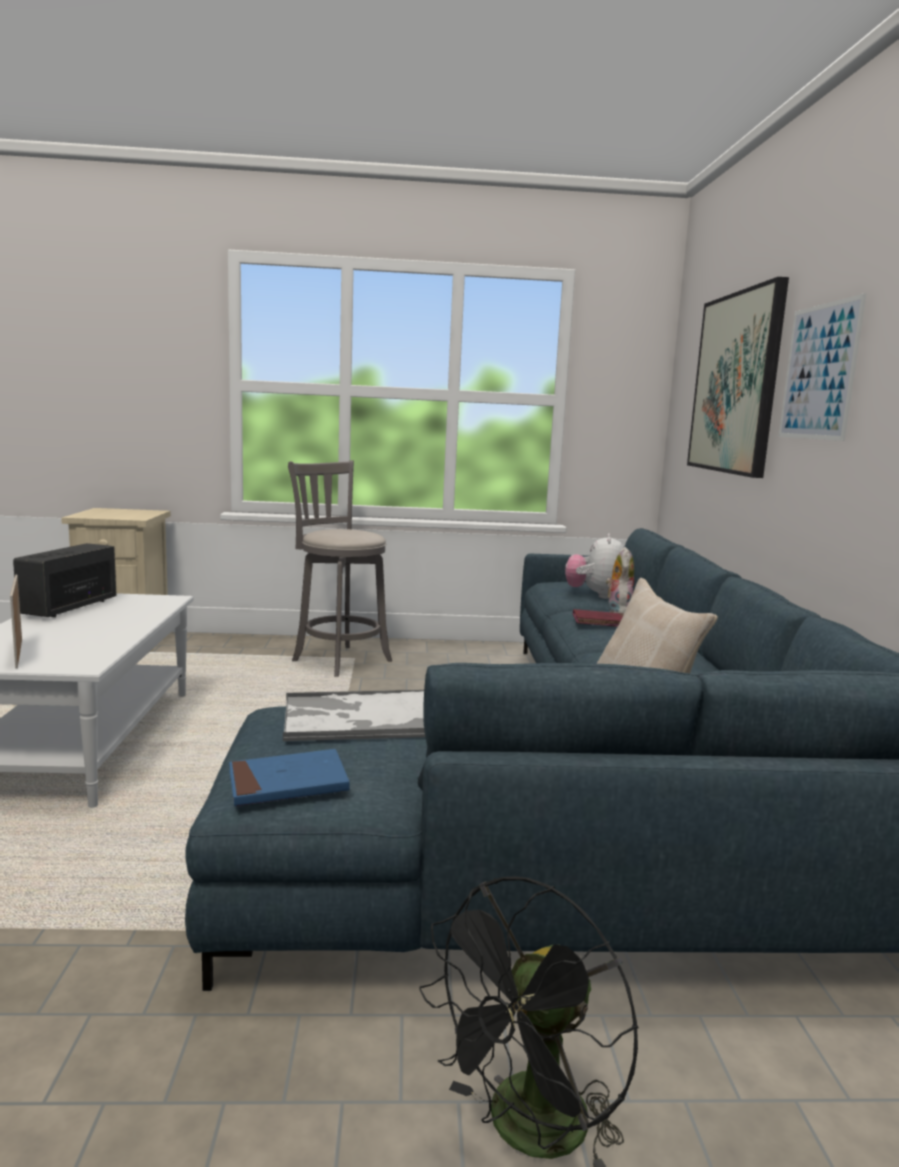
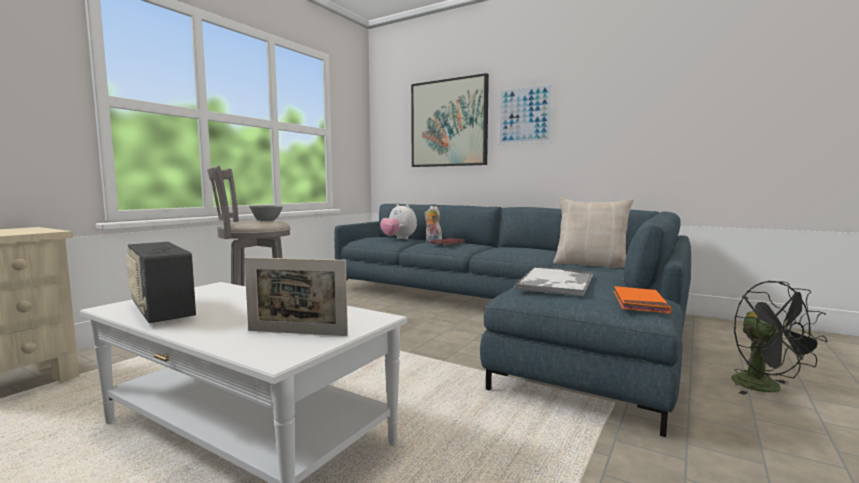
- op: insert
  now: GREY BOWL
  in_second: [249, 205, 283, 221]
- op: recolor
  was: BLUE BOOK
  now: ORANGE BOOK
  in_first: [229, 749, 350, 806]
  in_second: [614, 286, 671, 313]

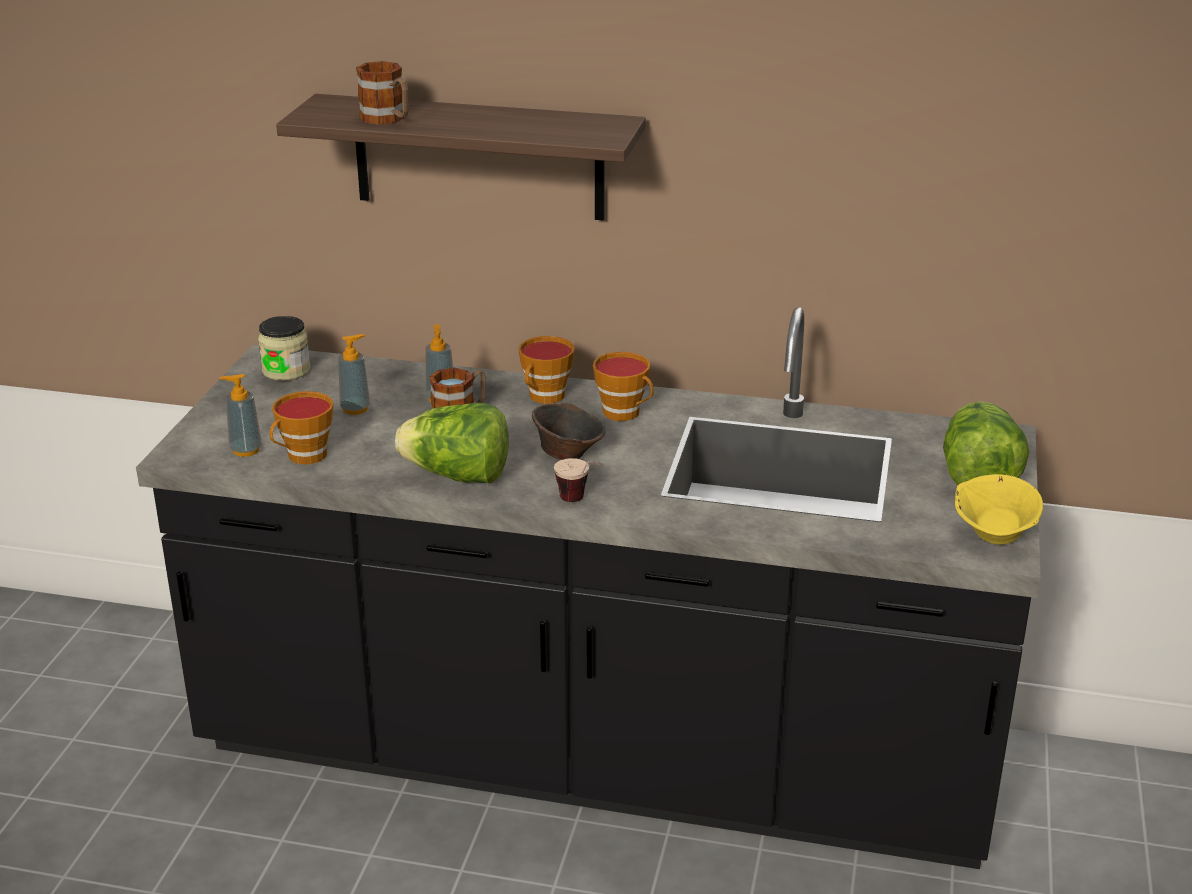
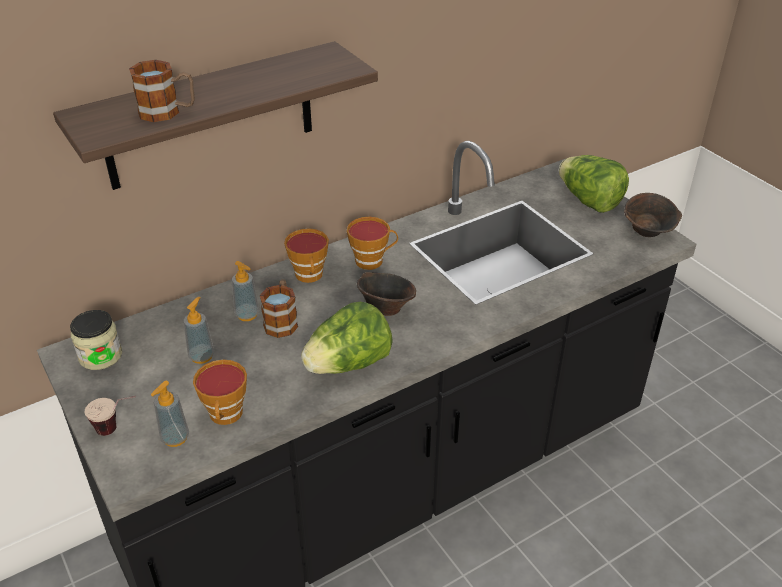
- op: move
  was: CUP
  in_first: [554, 458, 603, 502]
  in_second: [84, 396, 136, 436]
- op: recolor
  was: YELLOW BOWL
  now: BROWN BOWL
  in_first: [955, 474, 1043, 545]
  in_second: [624, 193, 682, 237]

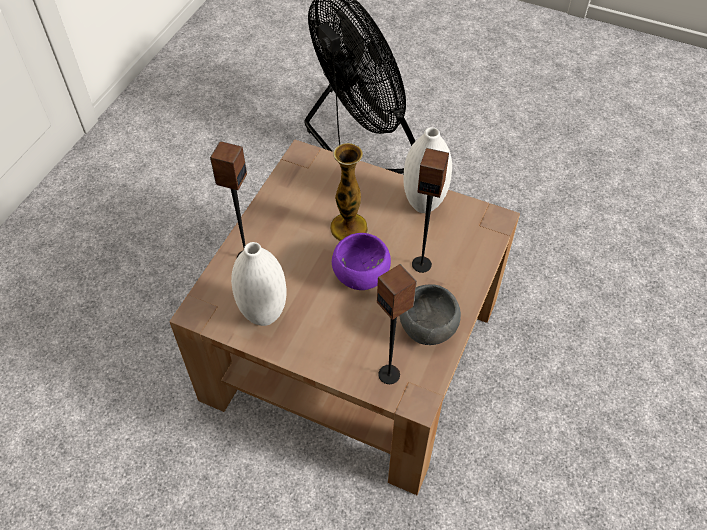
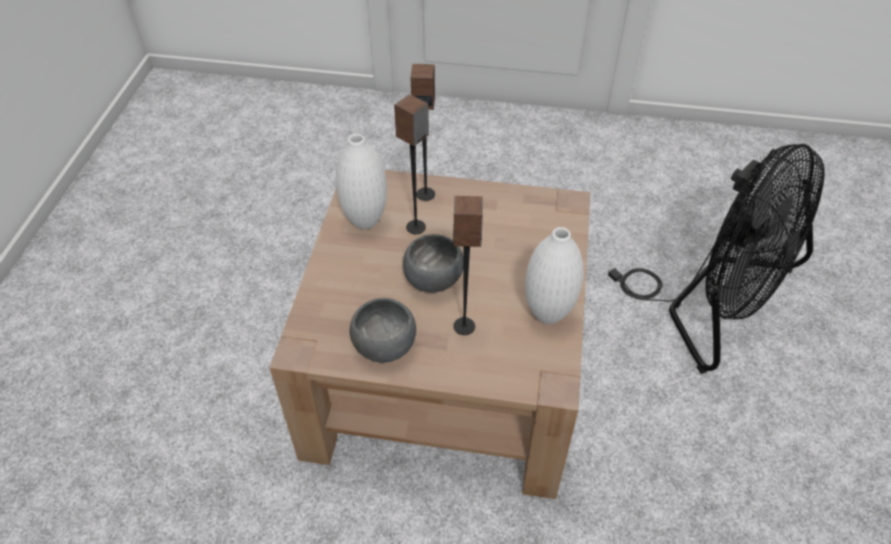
- op: move
  was: SPEAKER
  in_first: [377, 264, 417, 384]
  in_second: [394, 94, 429, 234]
- op: recolor
  was: PURPLE BOWL
  now: GREY BOWL
  in_first: [332, 233, 391, 290]
  in_second: [403, 234, 463, 292]
- op: delete
  was: VASE
  in_first: [330, 143, 368, 241]

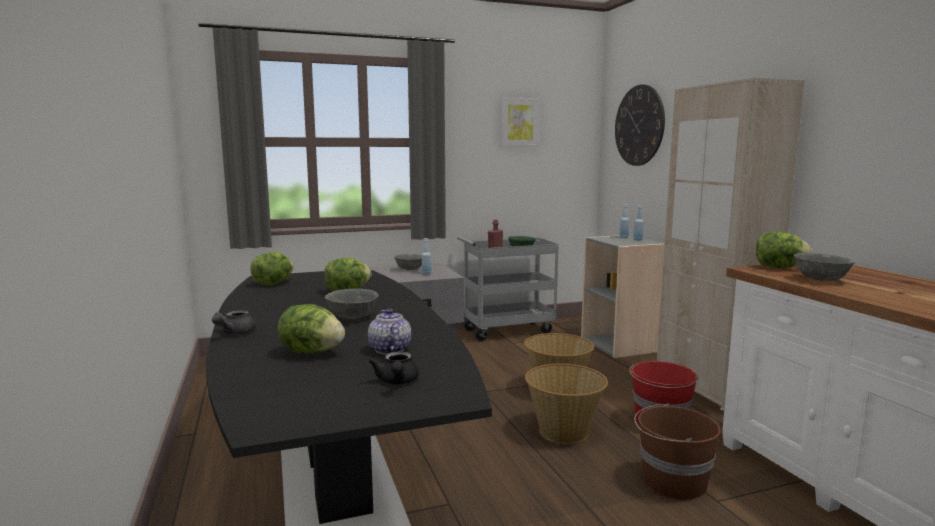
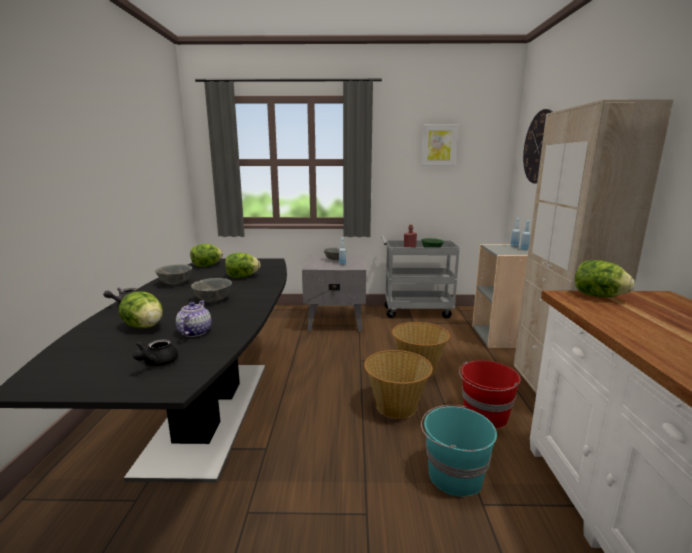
- op: move
  was: GREY BOWL
  in_first: [794, 253, 855, 281]
  in_second: [155, 264, 192, 285]
- op: recolor
  was: BROWN BUCKET
  now: TURQUOISE BUCKET
  in_first: [634, 403, 721, 500]
  in_second: [421, 405, 497, 497]

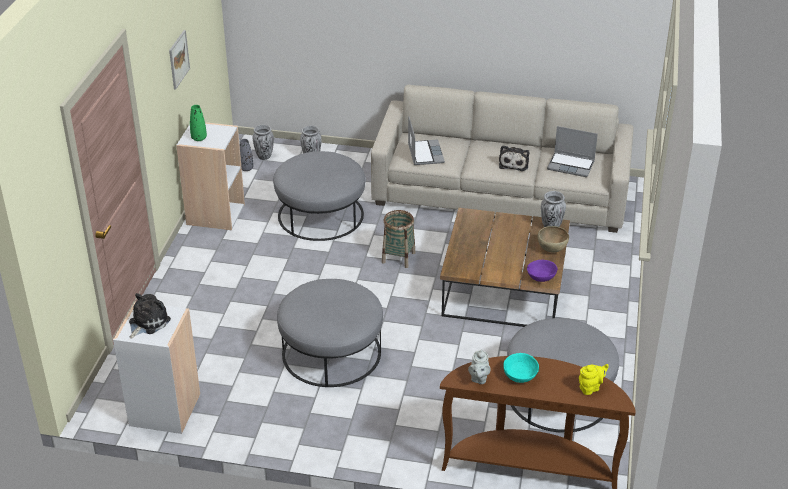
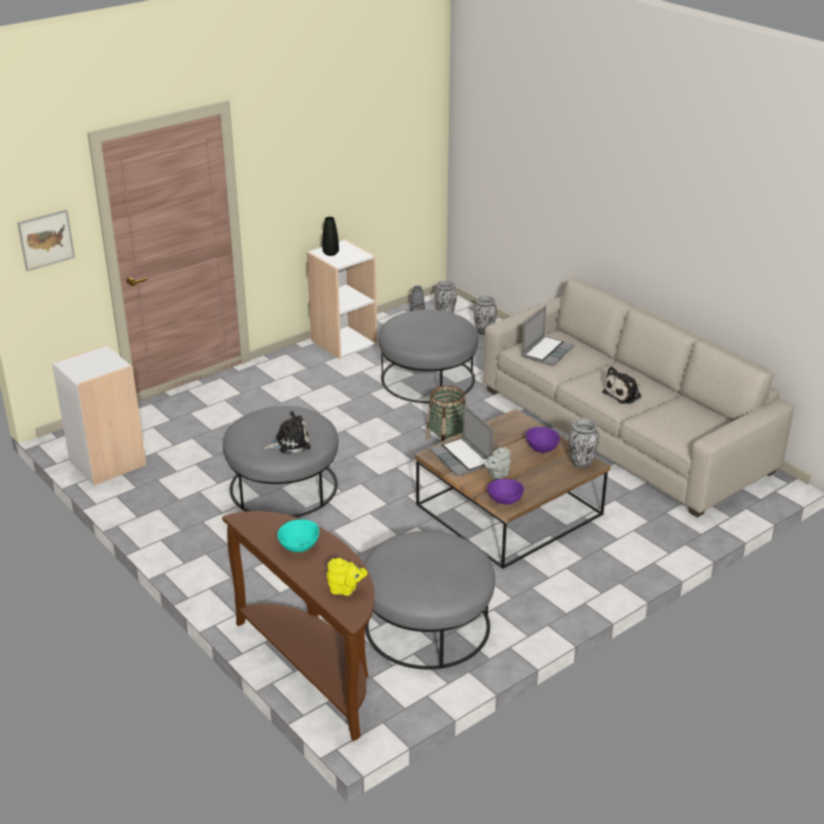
- op: move
  was: PICTURE
  in_first: [169, 30, 190, 89]
  in_second: [17, 210, 75, 271]
- op: move
  was: PLUSH TOY
  in_first: [129, 293, 171, 339]
  in_second: [263, 411, 311, 453]
- op: recolor
  was: GREEN VASE
  now: BLACK VASE
  in_first: [190, 105, 207, 141]
  in_second: [322, 217, 339, 256]
- op: move
  was: LAPTOP
  in_first: [547, 126, 598, 177]
  in_second: [430, 405, 493, 477]
- op: move
  was: GREY TEAPOT
  in_first: [468, 349, 491, 384]
  in_second: [484, 446, 511, 480]
- op: insert
  now: PURPLE BOWL
  in_second: [526, 427, 560, 453]
- op: delete
  was: BROWN BOWL
  in_first: [538, 226, 569, 253]

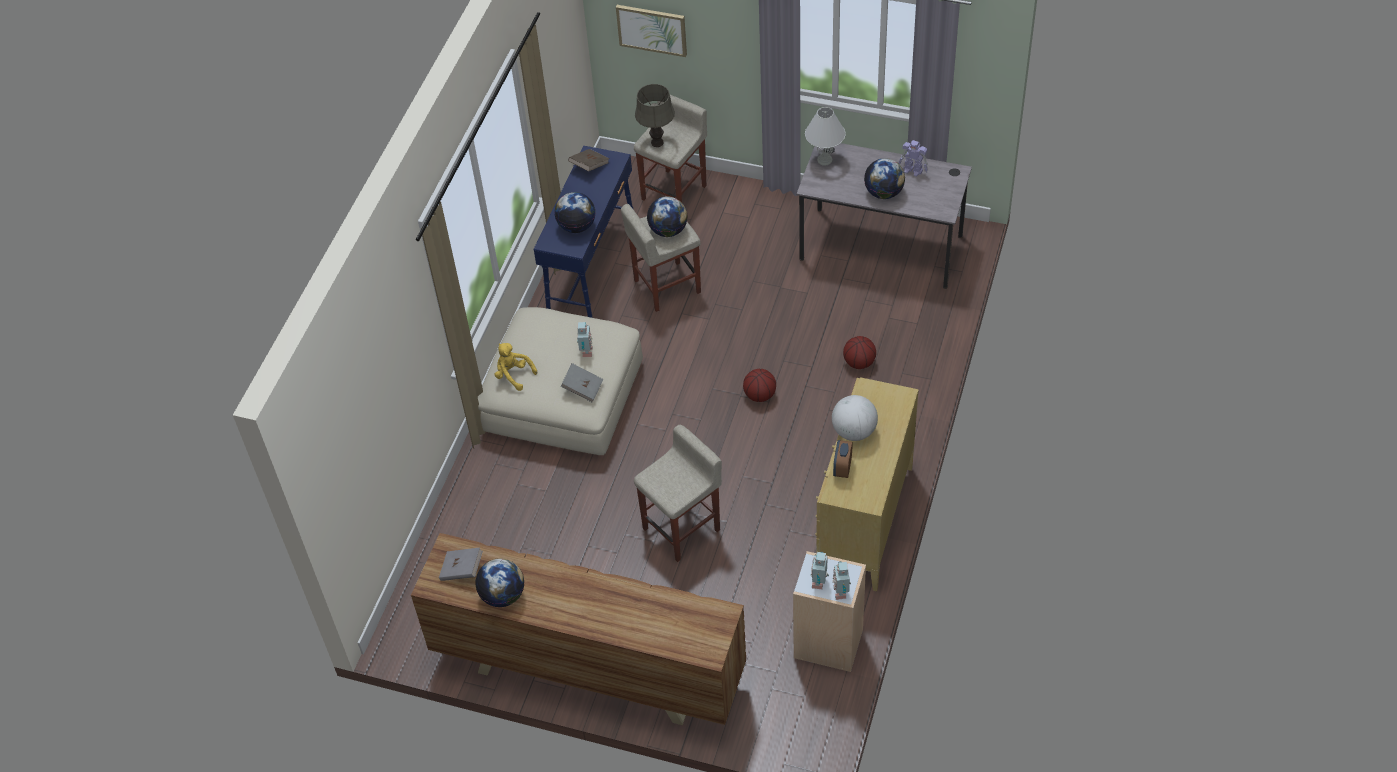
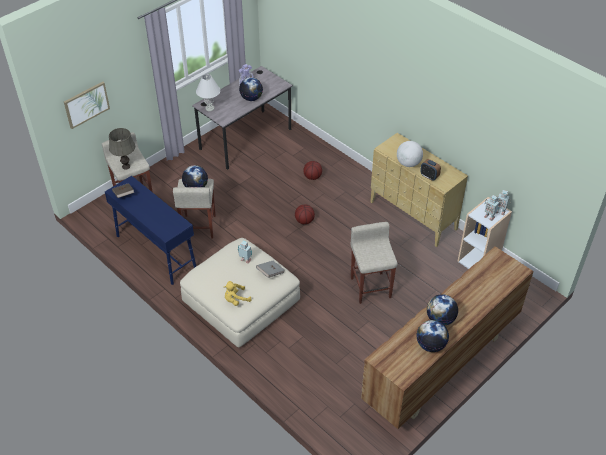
- op: move
  was: GLOBE
  in_first: [554, 192, 595, 233]
  in_second: [427, 294, 458, 326]
- op: delete
  was: GREY BOOK
  in_first: [439, 548, 483, 581]

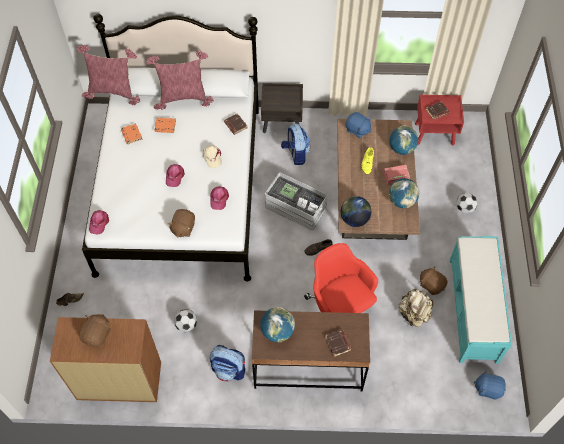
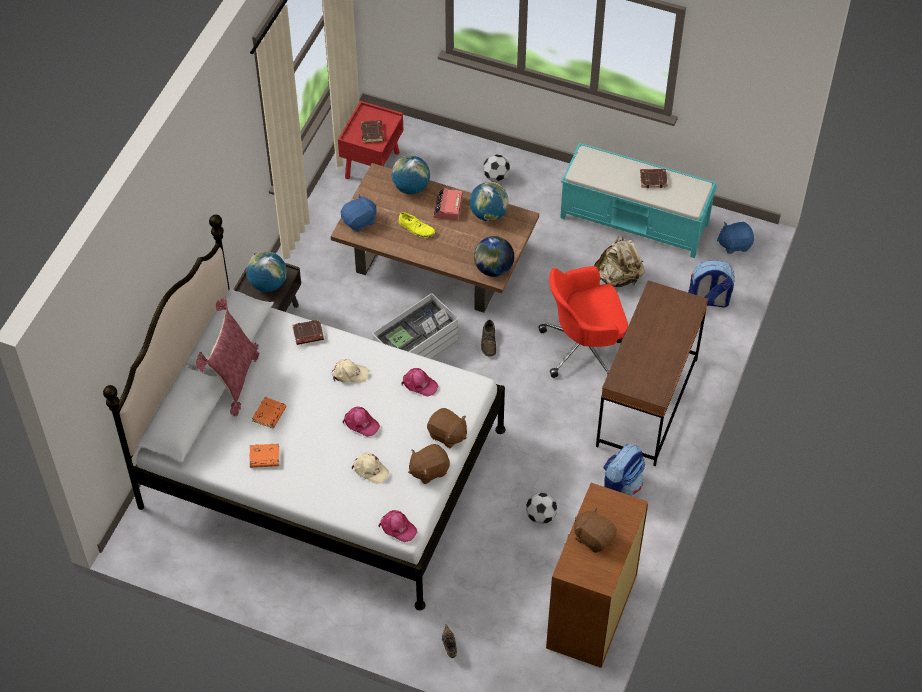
- op: move
  was: GLOBE
  in_first: [260, 307, 295, 342]
  in_second: [246, 251, 287, 292]
- op: insert
  now: BEIGE CAP
  in_second: [352, 453, 389, 484]
- op: move
  was: BROWN PLUSH TOY
  in_first: [420, 266, 448, 295]
  in_second: [408, 444, 450, 484]
- op: move
  was: BROWN BOOK
  in_first: [325, 329, 352, 357]
  in_second: [640, 169, 668, 188]
- op: move
  was: BACKPACK
  in_first: [281, 124, 310, 165]
  in_second: [688, 260, 735, 308]
- op: rotate
  was: BLUE PLUSH TOY
  in_first: [474, 370, 506, 399]
  in_second: [717, 222, 754, 254]
  clockwise: 45
- op: delete
  was: RED PILLOW
  in_first: [76, 45, 141, 105]

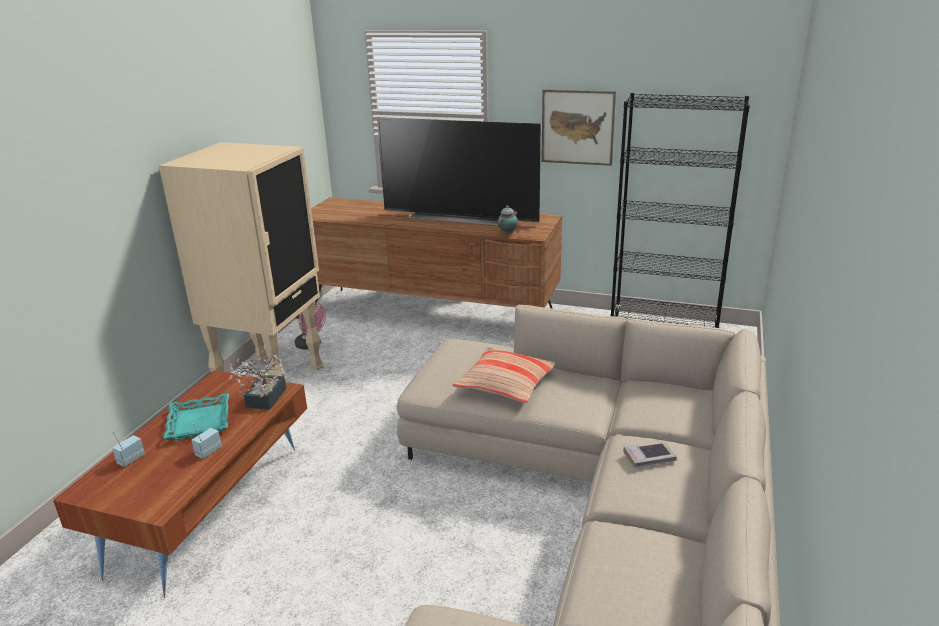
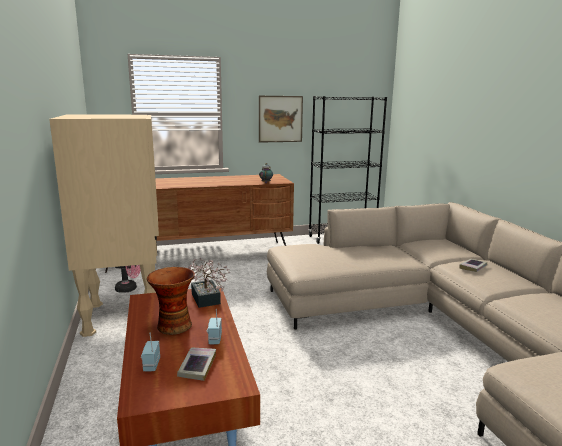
- op: replace
  was: TURQUOISE TRAY
  now: VASE
  in_first: [163, 394, 229, 440]
  in_second: [147, 267, 195, 335]
- op: insert
  now: BOOK
  in_second: [177, 348, 216, 381]
- op: delete
  was: TELEVISION
  in_first: [377, 117, 541, 225]
- op: delete
  was: PILLOW
  in_first: [452, 348, 557, 403]

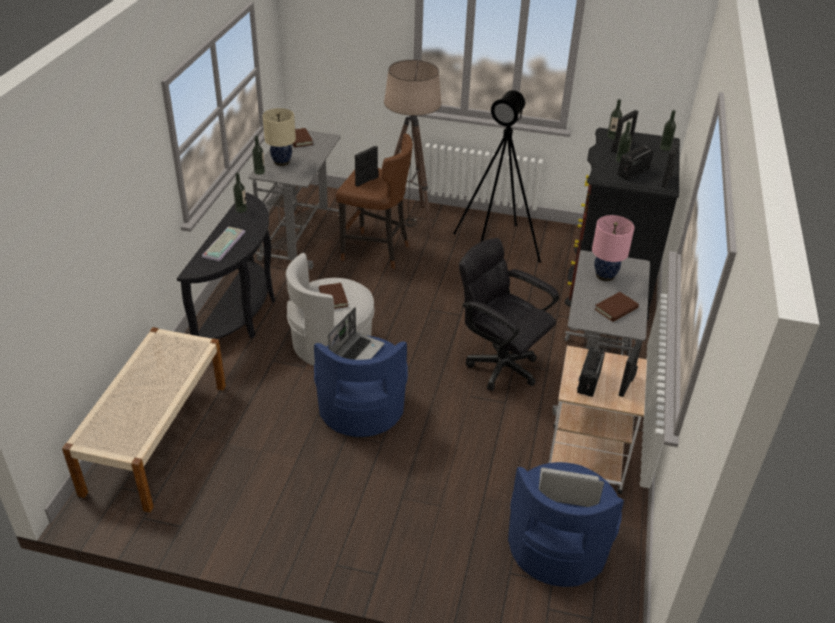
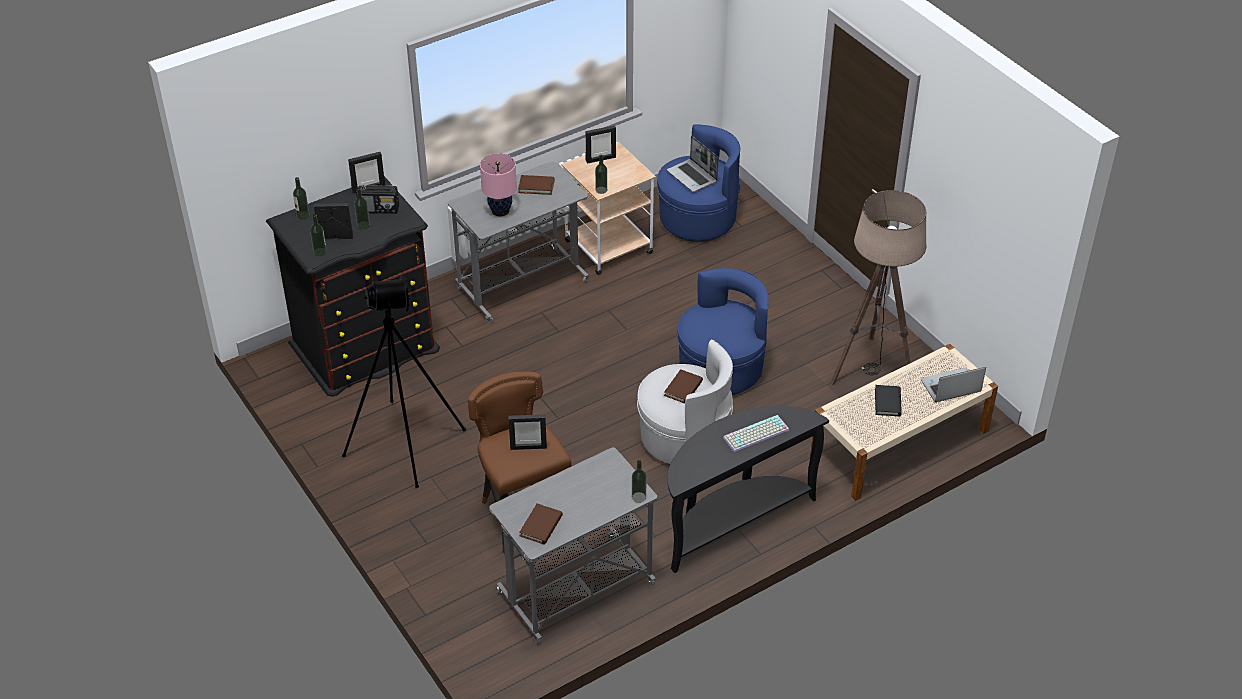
- op: move
  was: BOTTLE
  in_first: [233, 173, 247, 213]
  in_second: [595, 155, 607, 194]
- op: move
  was: FLOOR LAMP
  in_first: [373, 60, 441, 239]
  in_second: [831, 190, 926, 389]
- op: insert
  now: BLACK BOOK
  in_second: [875, 385, 902, 416]
- op: move
  was: LAPTOP
  in_first: [328, 307, 384, 360]
  in_second: [921, 367, 986, 402]
- op: delete
  was: BEIGE TABLE LAMP
  in_first: [263, 108, 296, 166]
- op: delete
  was: BLACK OFFICE CHAIR
  in_first: [459, 238, 559, 391]
- op: delete
  was: RADIO
  in_first: [577, 347, 605, 397]

